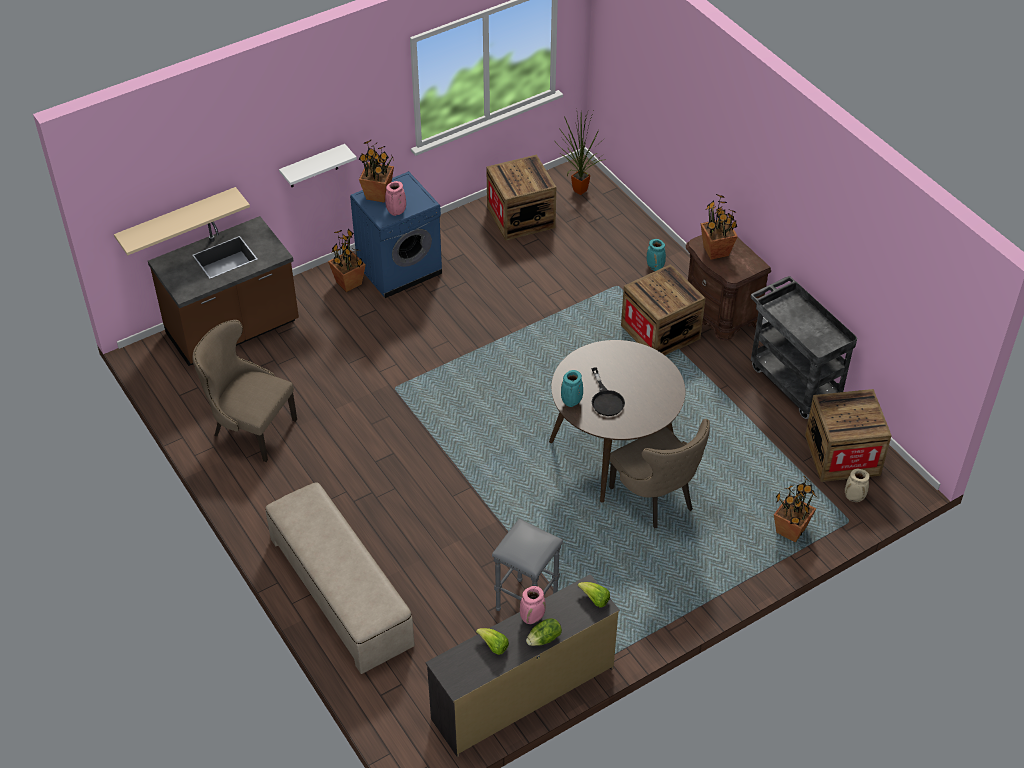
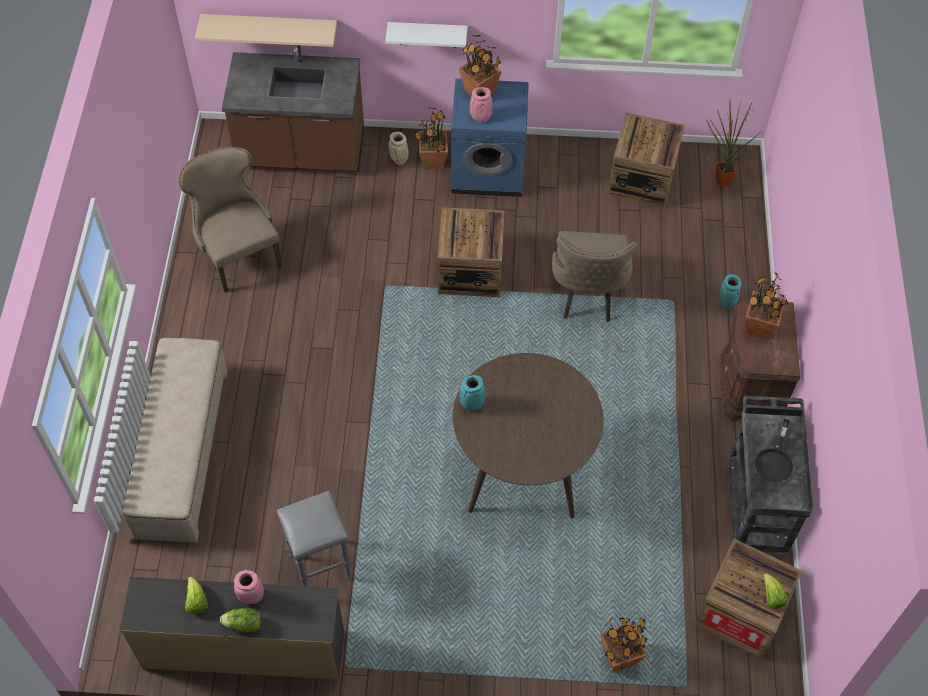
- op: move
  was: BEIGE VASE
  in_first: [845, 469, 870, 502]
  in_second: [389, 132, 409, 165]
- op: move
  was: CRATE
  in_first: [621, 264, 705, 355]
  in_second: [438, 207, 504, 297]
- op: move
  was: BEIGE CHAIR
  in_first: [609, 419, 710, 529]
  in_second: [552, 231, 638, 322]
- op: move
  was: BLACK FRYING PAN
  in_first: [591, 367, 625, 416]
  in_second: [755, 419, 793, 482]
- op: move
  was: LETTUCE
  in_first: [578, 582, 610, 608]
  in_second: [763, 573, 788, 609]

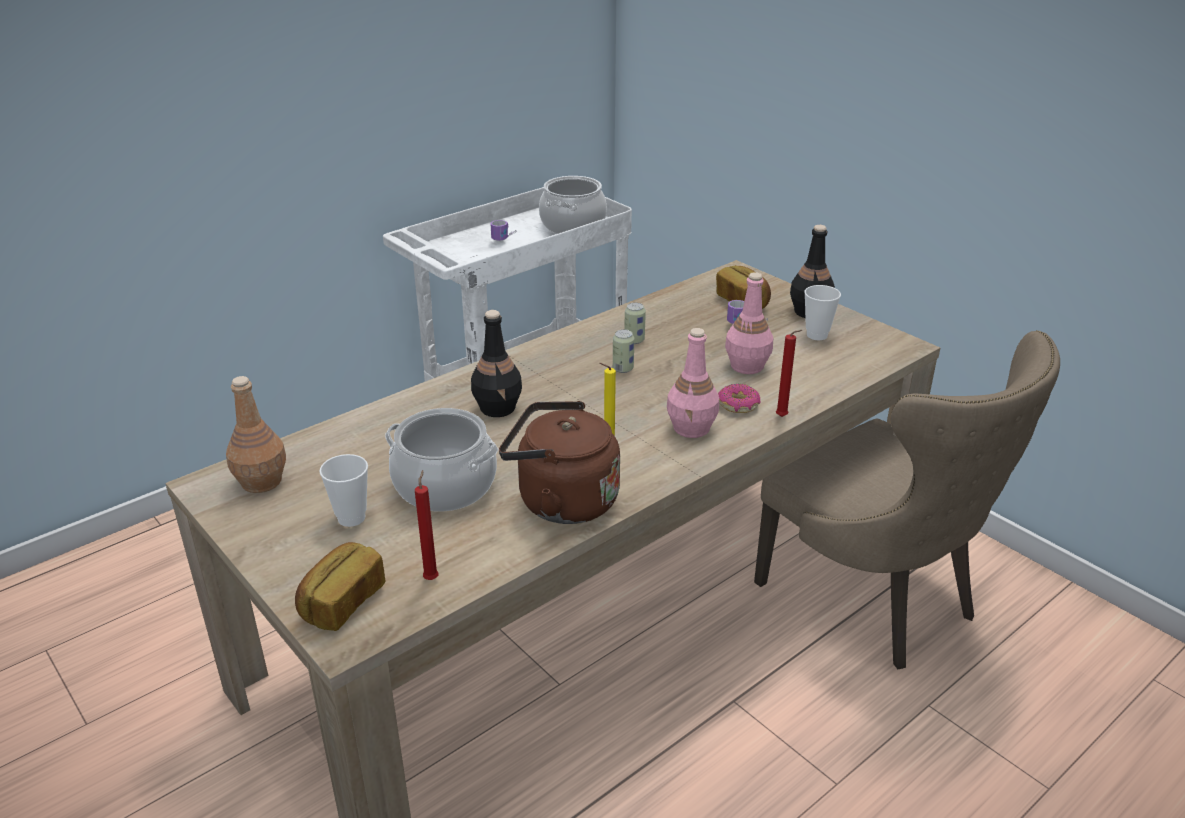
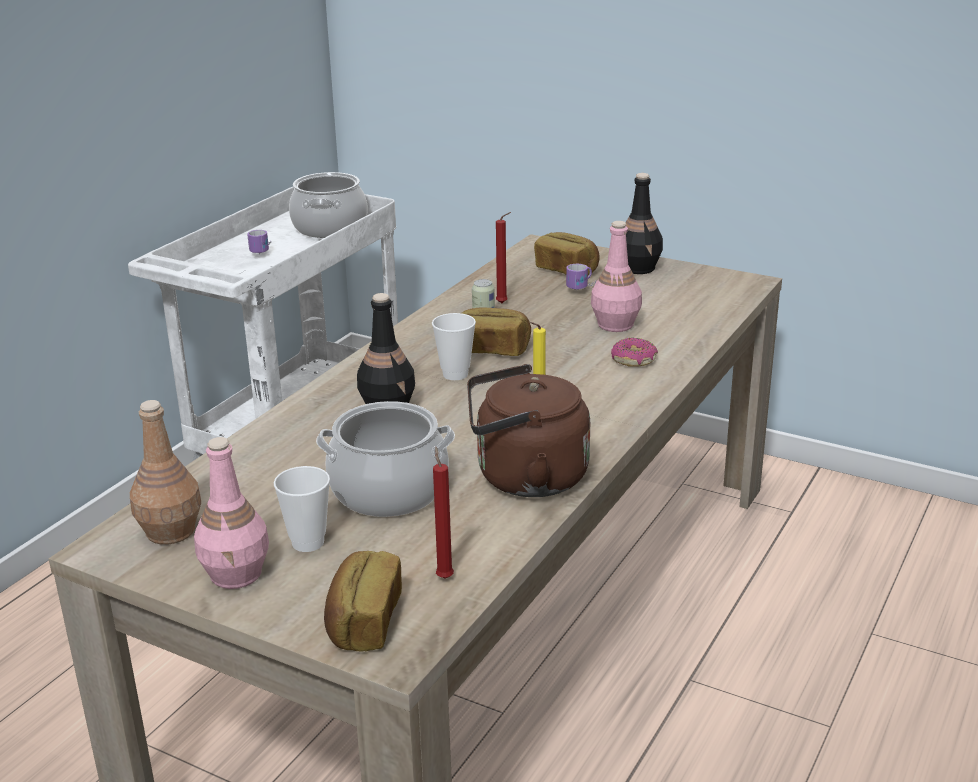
- op: move
  was: PINK BOTTLE
  in_first: [667, 328, 719, 438]
  in_second: [194, 437, 269, 589]
- op: move
  was: CUP
  in_first: [804, 285, 841, 340]
  in_second: [432, 313, 476, 380]
- op: replace
  was: CAN
  now: BREAD
  in_first: [613, 329, 635, 373]
  in_second: [462, 307, 531, 356]
- op: move
  was: RED CANDLE
  in_first: [776, 330, 803, 417]
  in_second: [496, 212, 511, 303]
- op: delete
  was: BEIGE CHAIR
  in_first: [754, 330, 1060, 669]

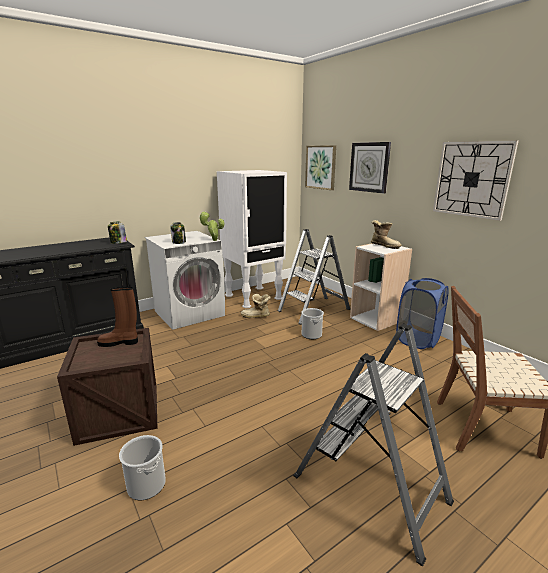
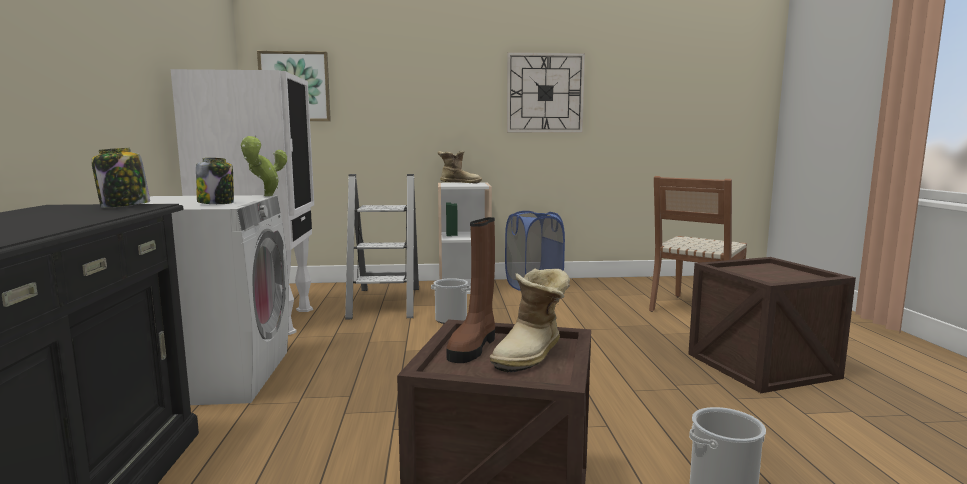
- op: move
  was: BOOT
  in_first: [241, 294, 271, 318]
  in_second: [490, 268, 570, 373]
- op: replace
  was: GREY STEP LADDER
  now: CRATE
  in_first: [293, 323, 454, 566]
  in_second: [688, 257, 856, 393]
- op: delete
  was: WALL CLOCK
  in_first: [349, 142, 391, 194]

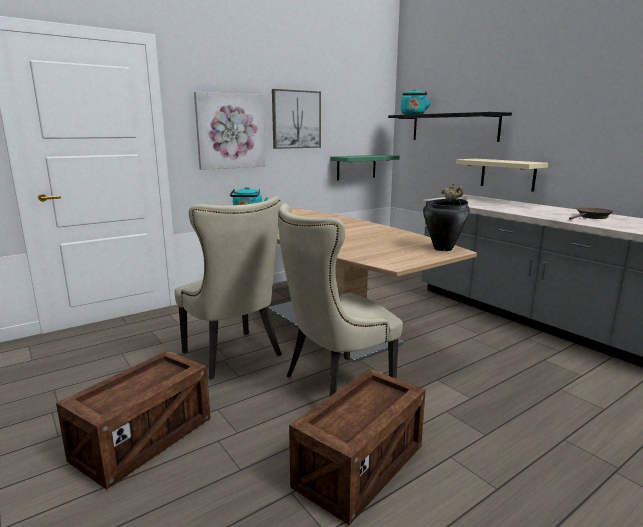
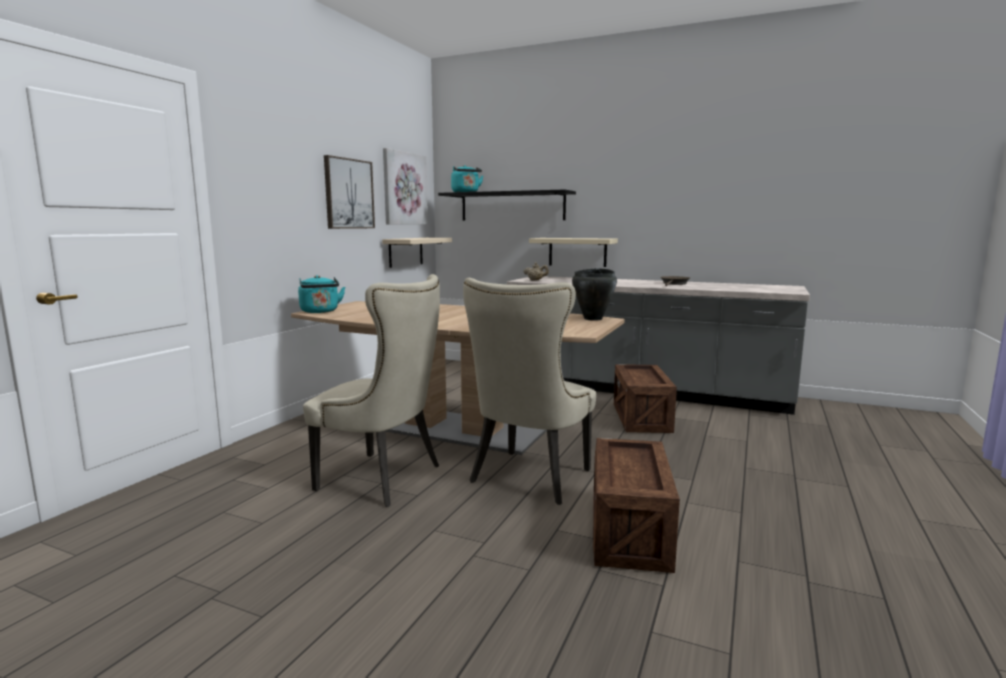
- op: recolor
  was: GREEN SHELF
  now: BEIGE SHELF
  in_first: [330, 155, 400, 180]
  in_second: [382, 238, 452, 268]
- op: move
  was: PICTURE
  in_first: [194, 92, 266, 170]
  in_second: [383, 148, 428, 225]
- op: move
  was: CRATE
  in_first: [56, 351, 211, 490]
  in_second: [614, 364, 677, 433]

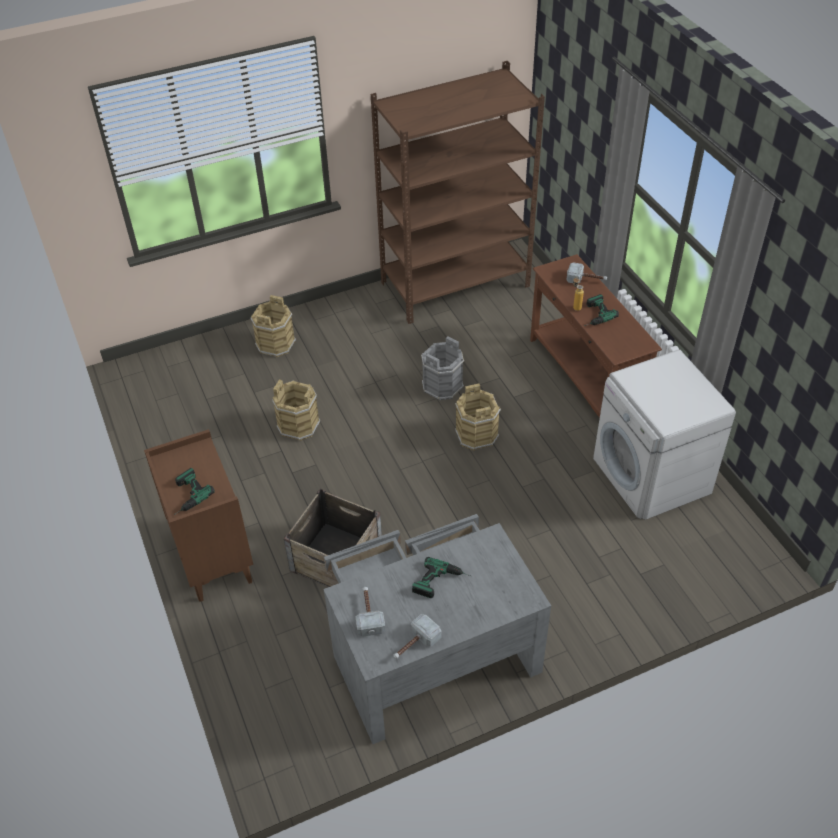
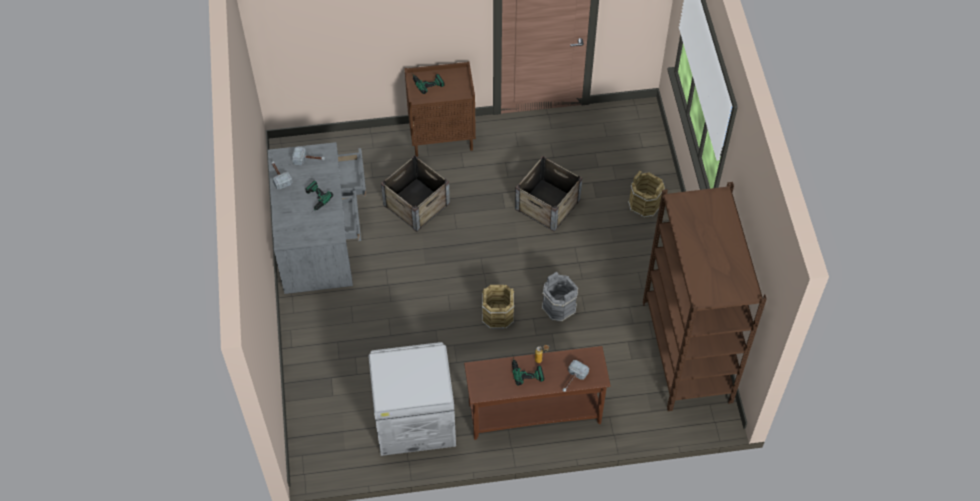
- op: replace
  was: BROWN BUCKET
  now: CRATE
  in_first: [272, 379, 320, 441]
  in_second: [515, 156, 582, 232]

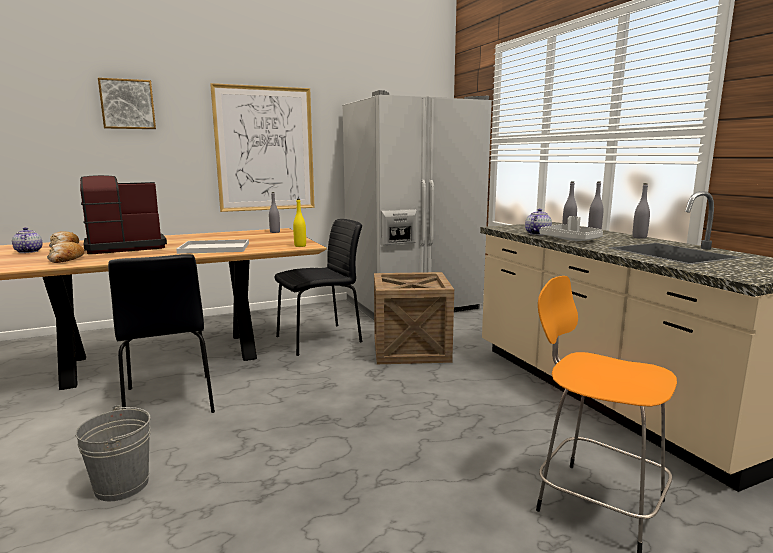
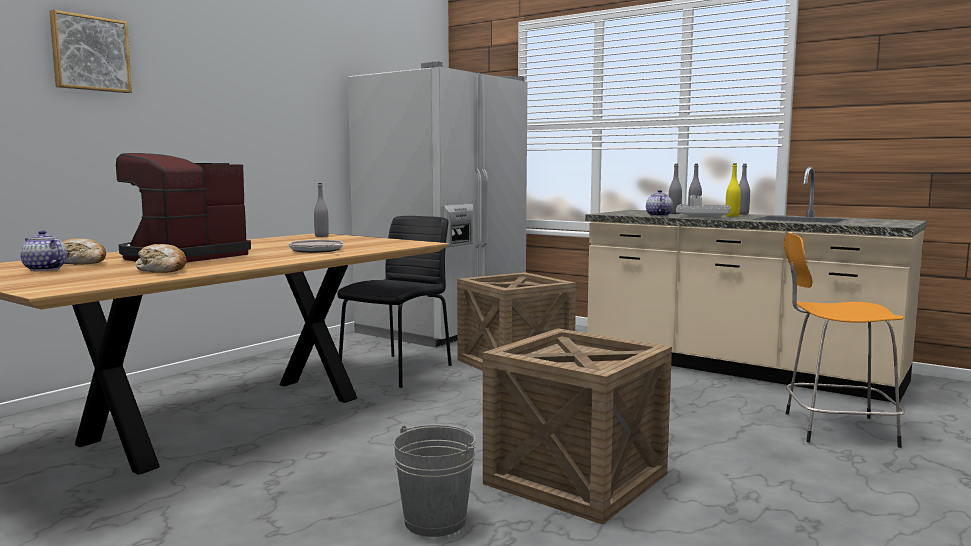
- op: replace
  was: WHITE TRAY
  now: FRYING PAN
  in_first: [176, 239, 249, 254]
  in_second: [289, 240, 343, 253]
- op: insert
  now: CRATE
  in_second: [483, 328, 672, 525]
- op: move
  was: YELLOW BOTTLE
  in_first: [293, 199, 306, 247]
  in_second: [726, 163, 741, 217]
- op: delete
  was: BLACK CHAIR
  in_first: [108, 254, 215, 413]
- op: delete
  was: PICTURE
  in_first: [210, 83, 315, 212]

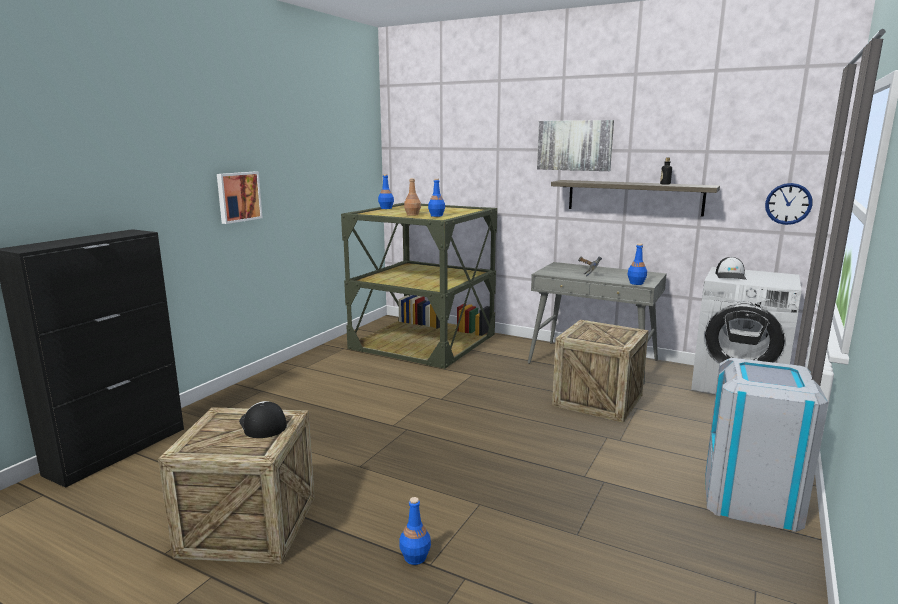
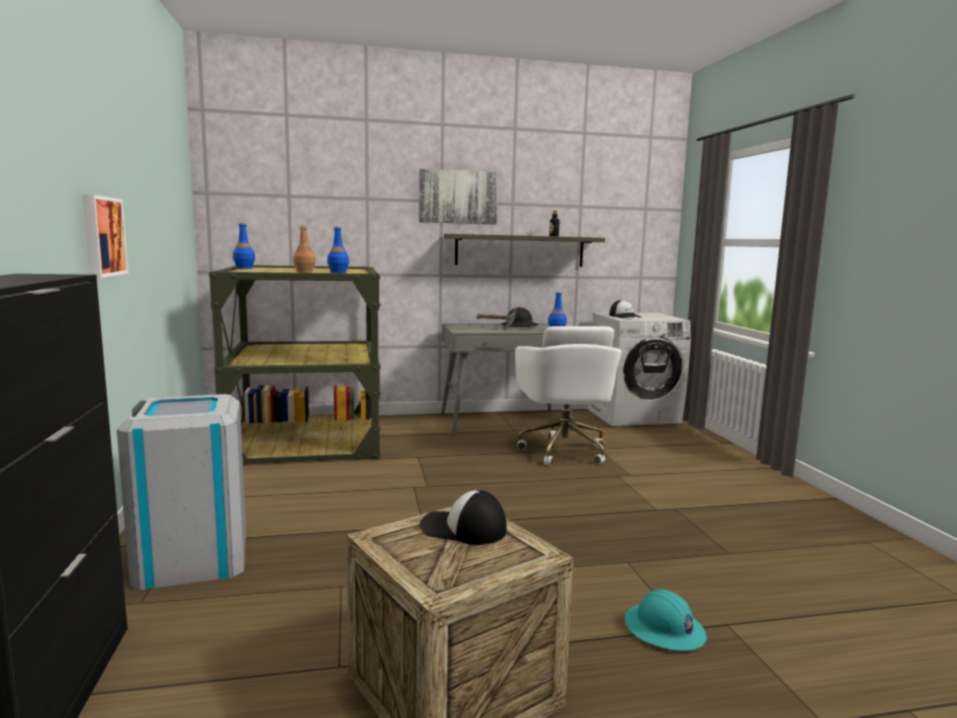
- op: move
  was: GREY TRASH CAN
  in_first: [705, 358, 828, 532]
  in_second: [117, 394, 246, 590]
- op: insert
  now: BLACK HARD HAT
  in_second: [500, 307, 538, 328]
- op: replace
  was: CRATE
  now: WHITE OFFICE CHAIR
  in_first: [552, 320, 649, 423]
  in_second: [515, 326, 621, 466]
- op: replace
  was: BLUE BOTTLE
  now: TURQUOISE HARD HAT
  in_first: [399, 497, 431, 565]
  in_second: [625, 589, 707, 651]
- op: delete
  was: WALL CLOCK
  in_first: [765, 183, 813, 225]

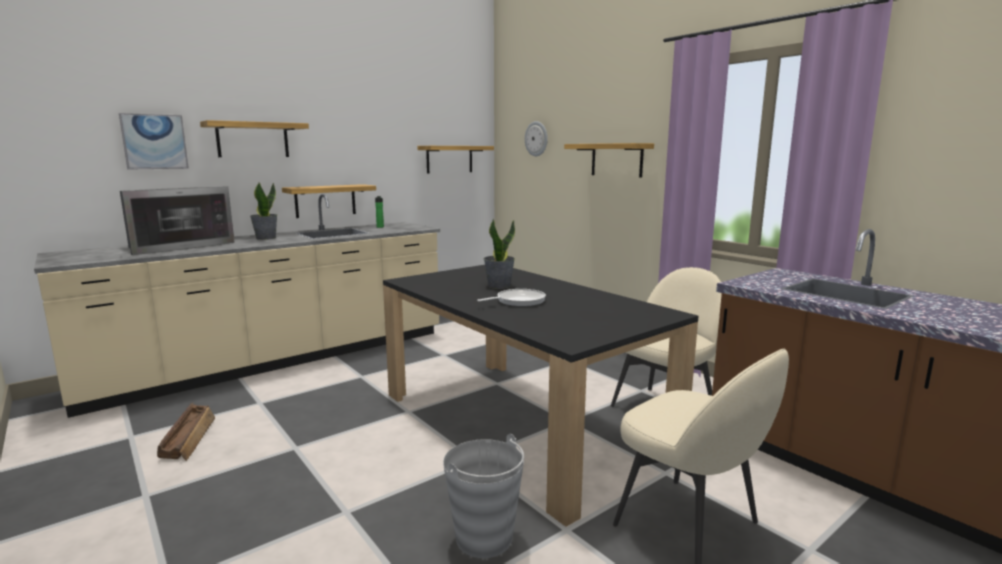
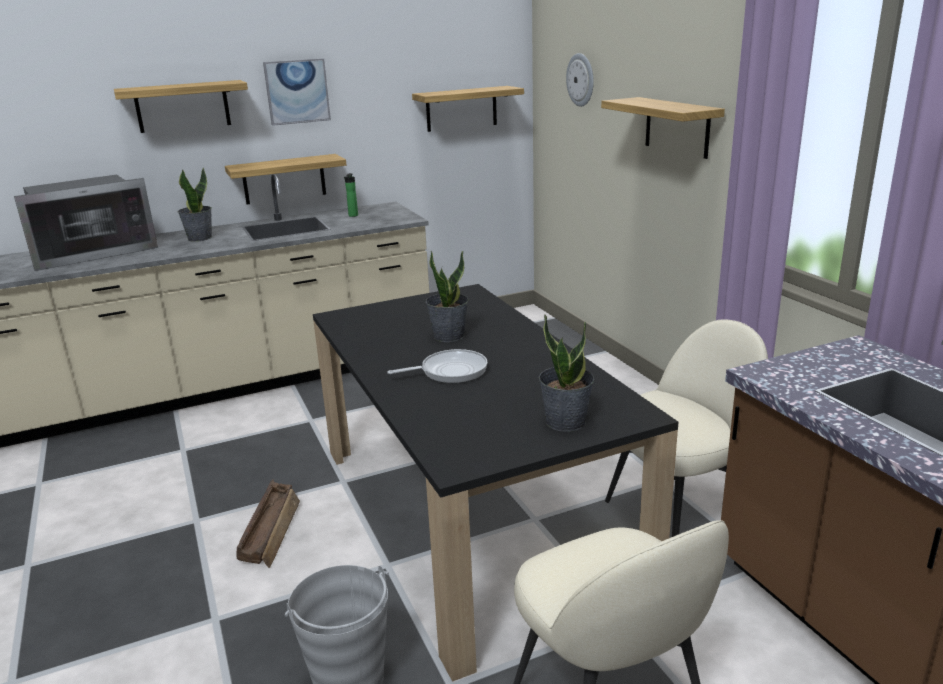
- op: move
  was: CRATE
  in_first: [157, 403, 215, 461]
  in_second: [236, 480, 300, 568]
- op: move
  was: PICTURE
  in_first: [119, 113, 189, 170]
  in_second: [263, 58, 331, 126]
- op: insert
  now: POTTED PLANT
  in_second: [539, 315, 594, 432]

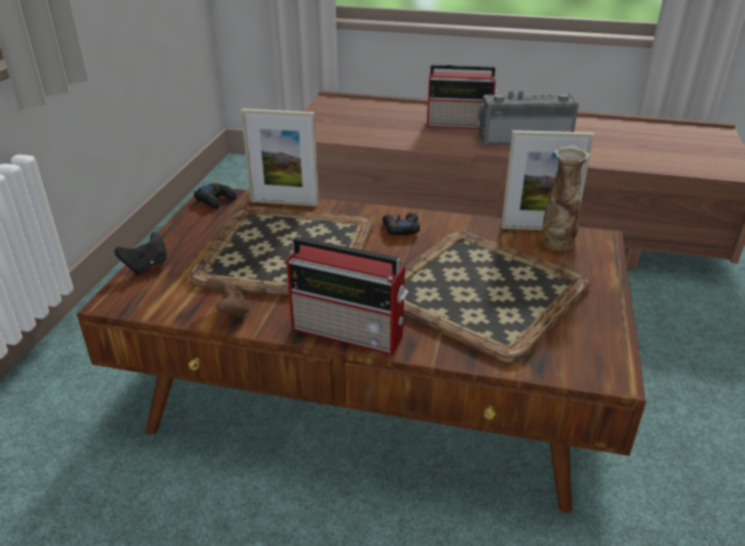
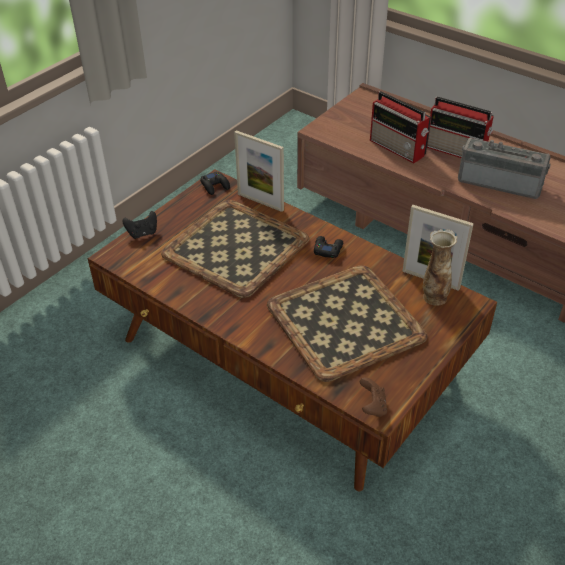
- op: move
  was: BROWN GAME CONTROLLER
  in_first: [206, 278, 250, 318]
  in_second: [360, 377, 387, 417]
- op: move
  was: RADIO
  in_first: [286, 237, 409, 355]
  in_second: [370, 91, 431, 163]

